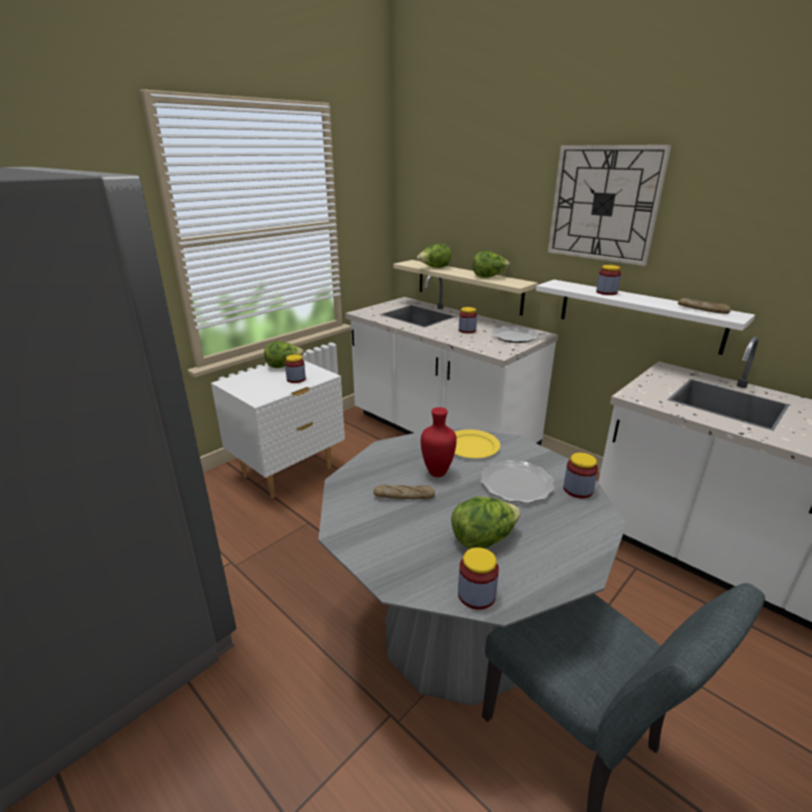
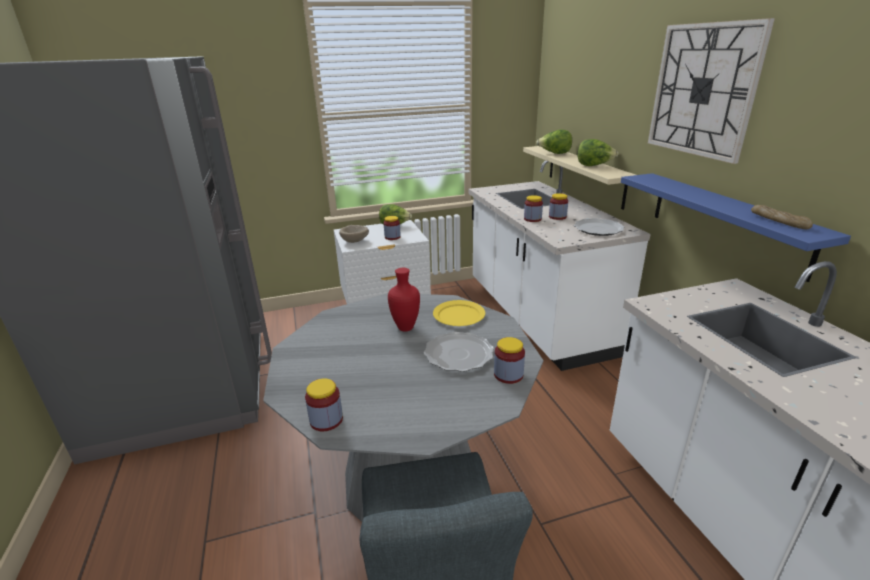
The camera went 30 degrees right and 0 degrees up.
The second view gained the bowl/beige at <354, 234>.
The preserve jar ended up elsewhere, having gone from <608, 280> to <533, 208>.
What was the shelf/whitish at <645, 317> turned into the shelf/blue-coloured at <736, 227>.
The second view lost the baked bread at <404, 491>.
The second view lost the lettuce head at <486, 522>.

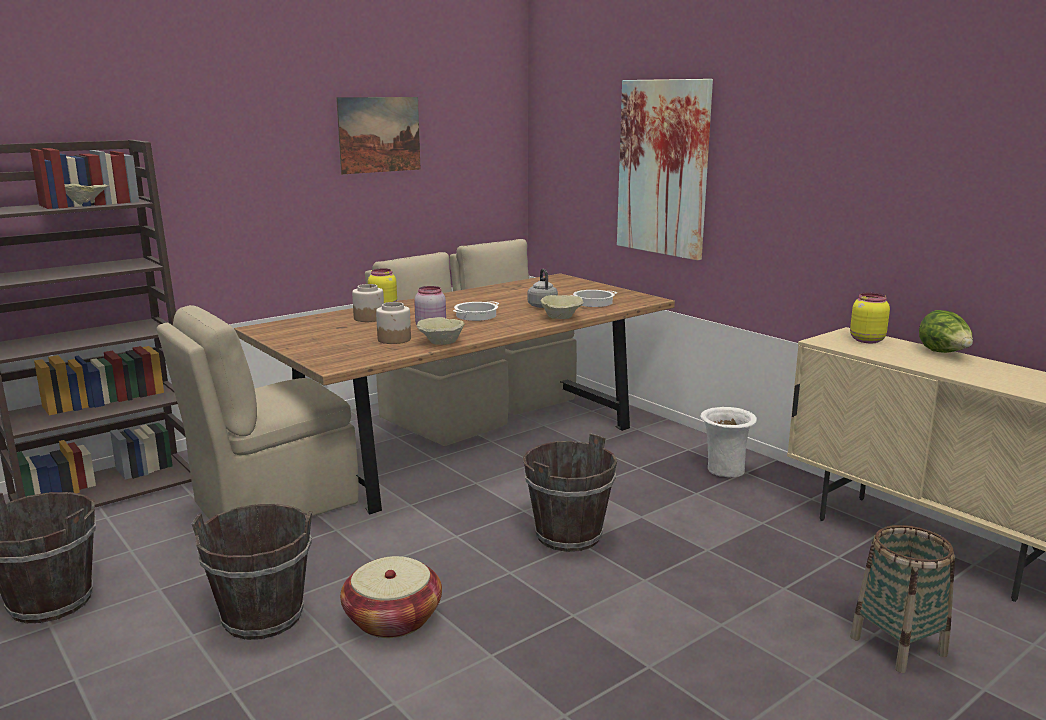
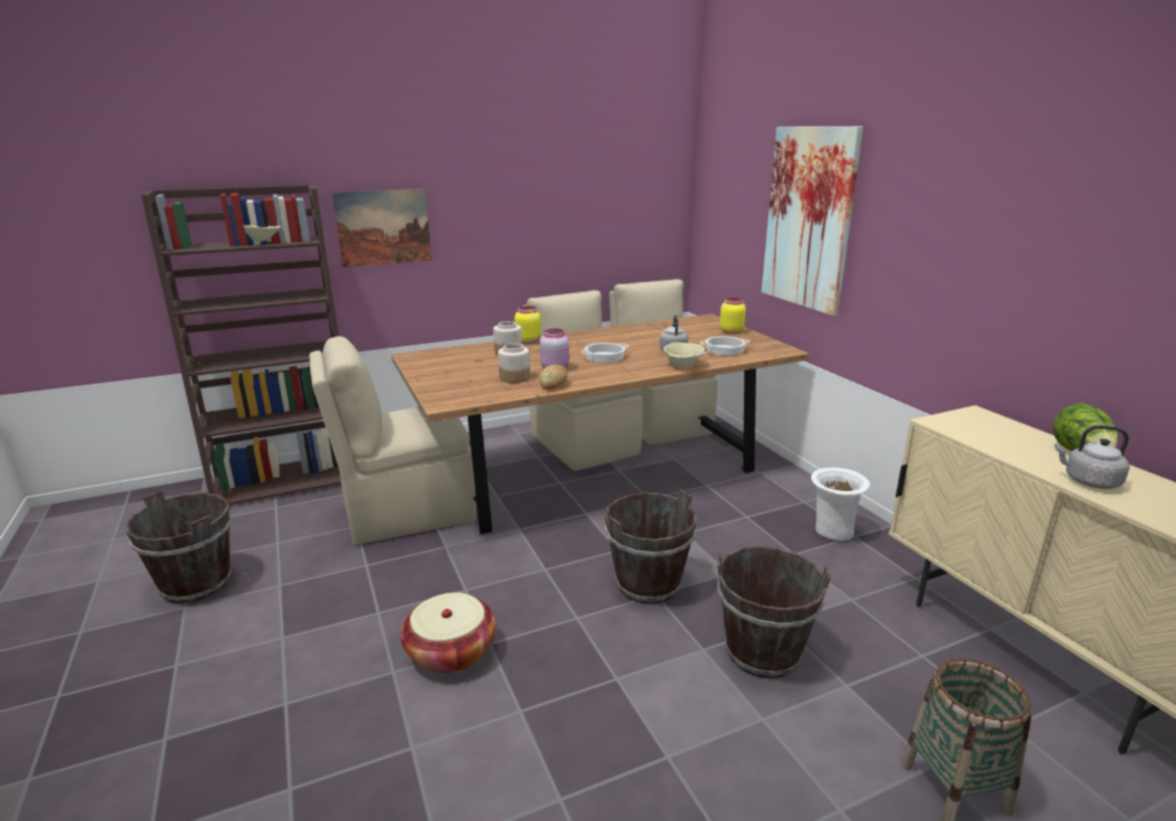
The camera went 15 degrees right and 5 degrees up.
The picture ended up elsewhere, having gone from <378, 135> to <382, 228>.
Where the bowl/beige stood at <441, 331>, the baked bread came to stand at <554, 377>.
The water bucket/brown-coloured ended up elsewhere, having gone from <252, 572> to <774, 612>.
The preserve jar/yellowish ended up elsewhere, having gone from <870, 318> to <733, 316>.
The second view gained the tea kettle/greyish at <1091, 457>.

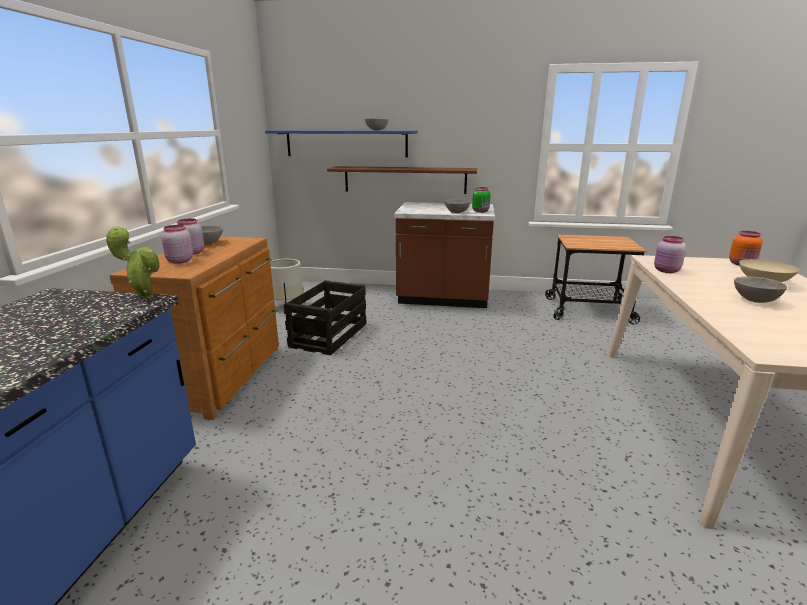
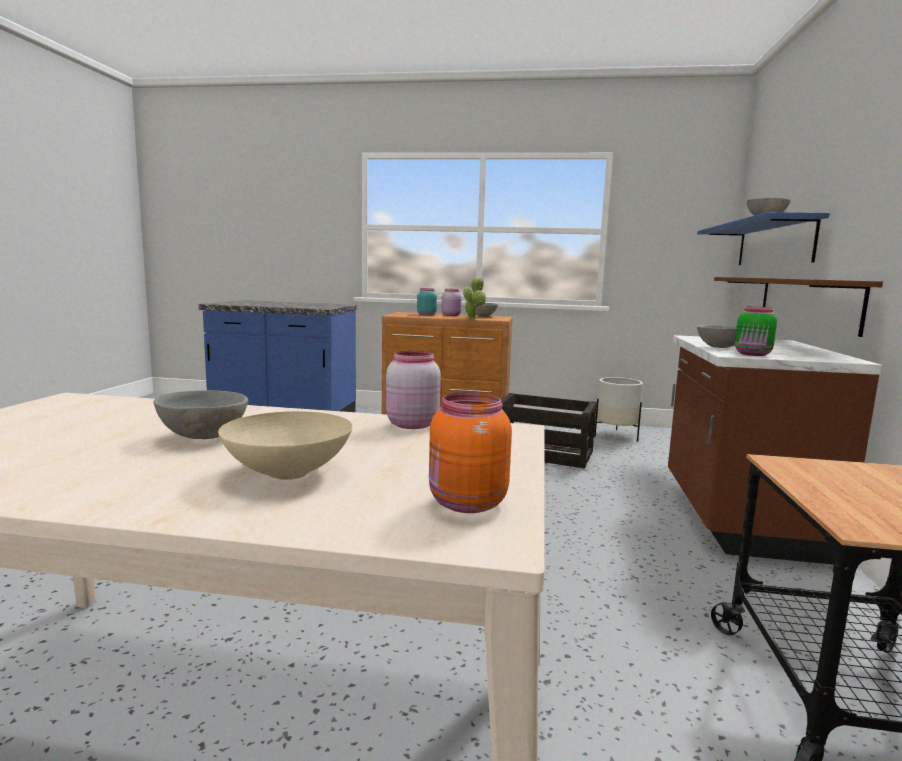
The camera went 90 degrees right and 10 degrees down.
What was the preserve jar/pinkish at <177, 244> turned into the preserve jar/turquoise-coloured at <427, 302>.
The potted plant ended up elsewhere, having gone from <133, 262> to <474, 298>.

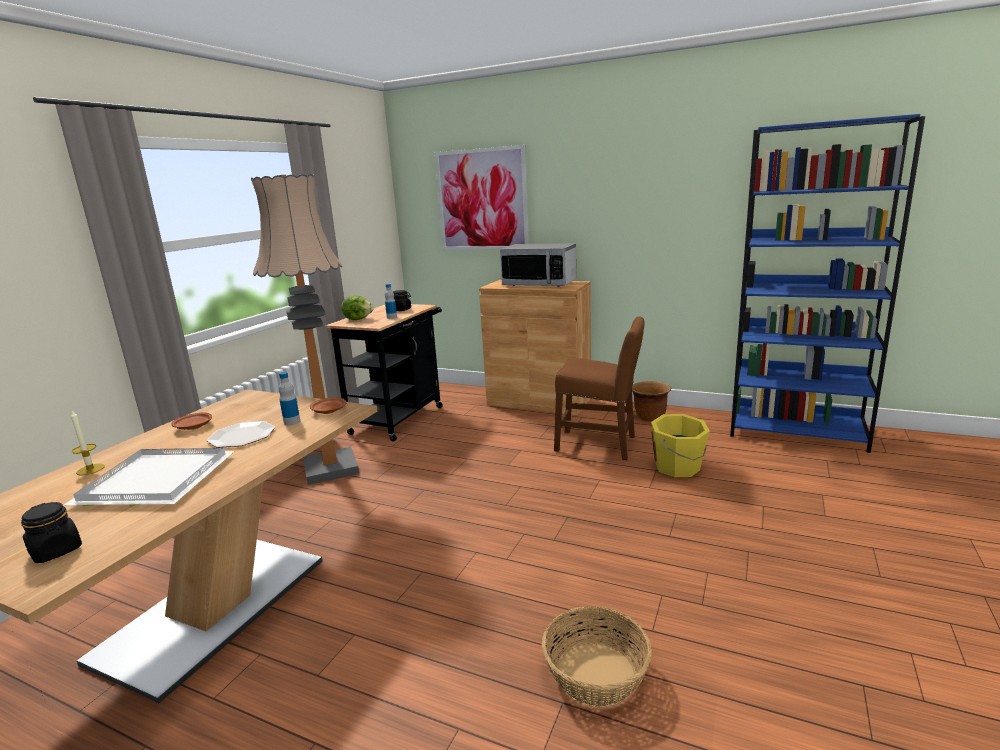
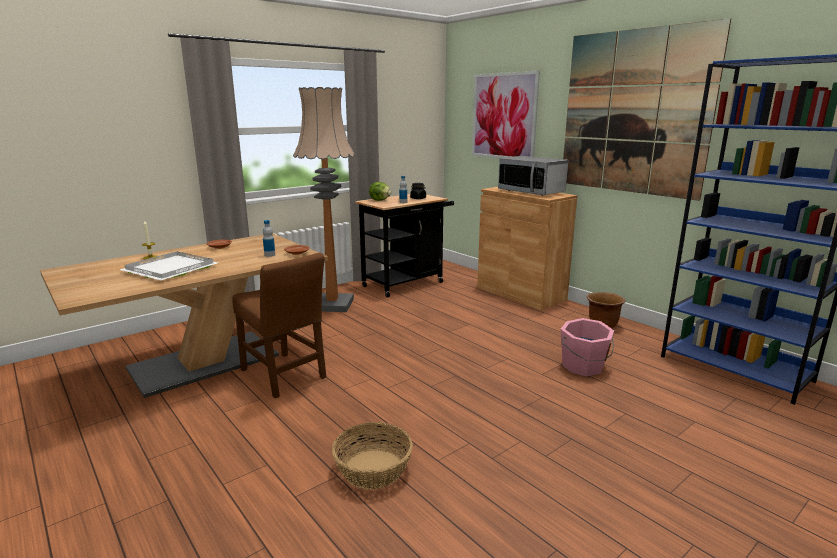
The camera went 25 degrees right and 0 degrees up.
The upright chair/brown-coloured ended up elsewhere, having gone from <599, 388> to <279, 325>.
What was the water bucket/yellowish at <680, 445> turned into the water bucket/pinkish at <587, 347>.
The second view gained the picture at <647, 109>.
The second view lost the preserve jar/black-coloured at <51, 532>.
The second view lost the flat dish at <241, 434>.

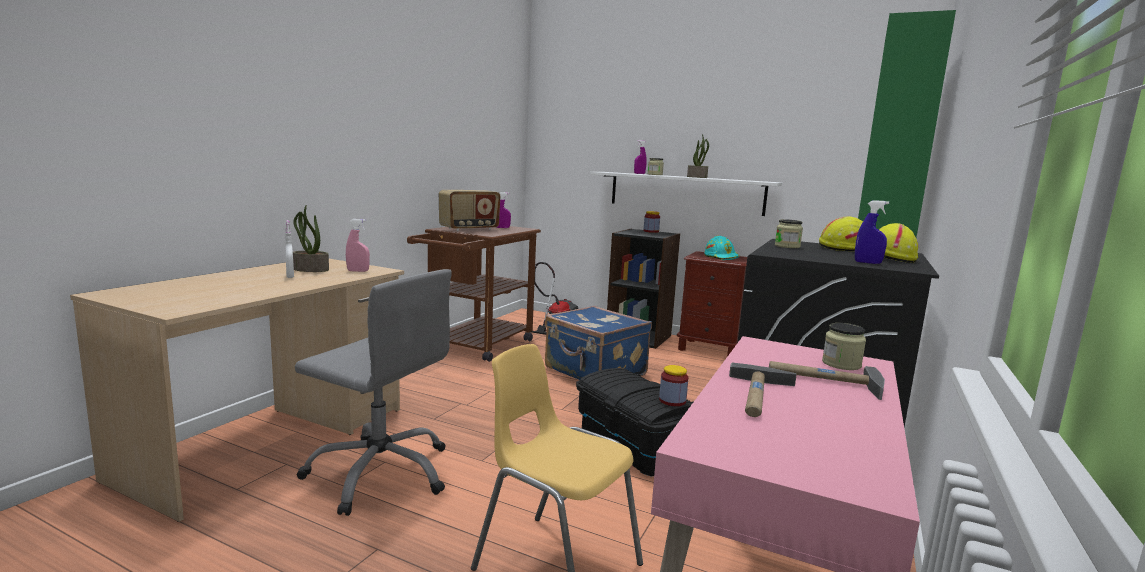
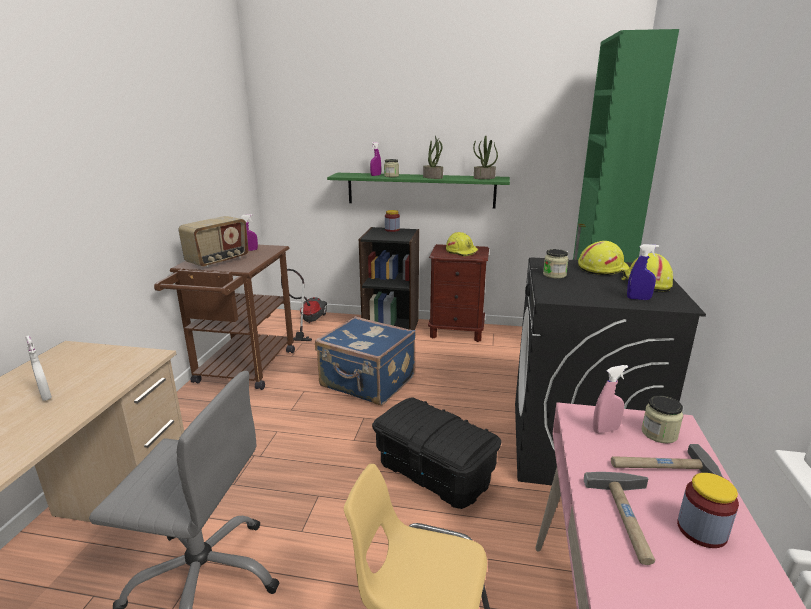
The camera went 15 degrees left and 10 degrees up.
What was the shelf/whitish at <686, 194> turned into the shelf/green at <418, 190>.
What was the work helmet/turquoise-coloured at <721, 248> turned into the work helmet/yellowish at <462, 244>.
The potted plant ended up elsewhere, having gone from <311, 238> to <485, 157>.
The hand sprayer/pinkish ended up elsewhere, having gone from <358, 245> to <610, 399>.
The preserve jar ended up elsewhere, having gone from <673, 385> to <708, 510>.

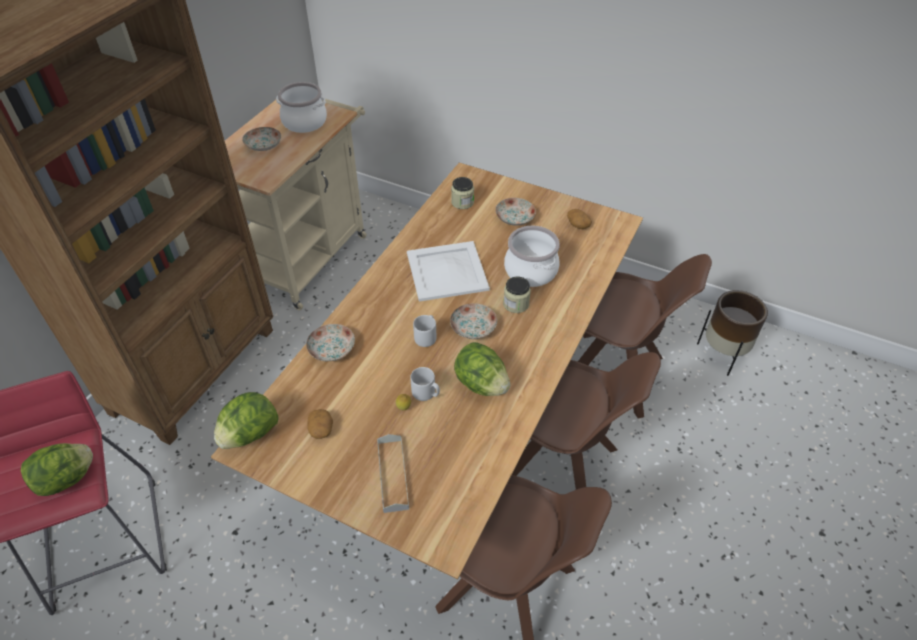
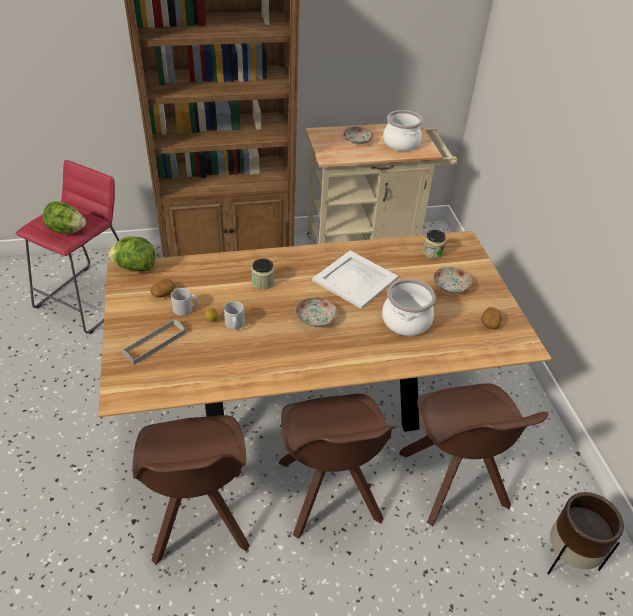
The camera went 50 degrees right and 5 degrees down.
The coffee mug/greyish ended up elsewhere, having gone from <425, 331> to <184, 302>.
The preserve jar ended up elsewhere, having gone from <517, 295> to <263, 274>.
The second view lost the flat dish at <330, 342>.
The second view lost the lettuce head at <482, 369>.

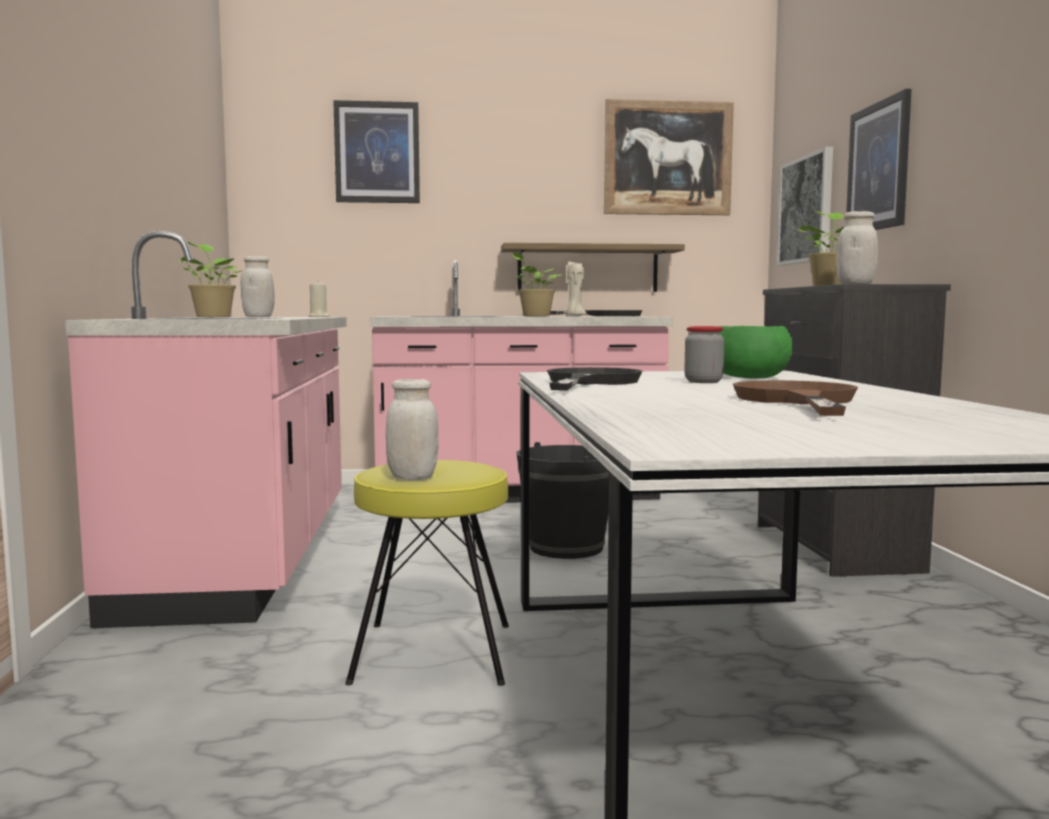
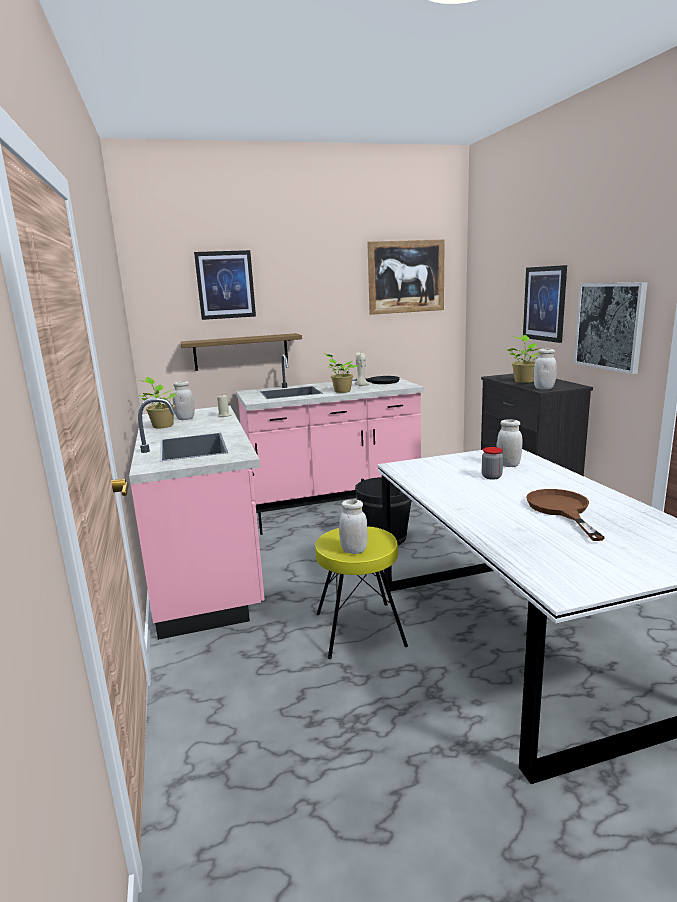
The camera went 10 degrees left and 10 degrees up.
The shelf ended up elsewhere, having gone from <593, 267> to <241, 352>.
Where the bowl/green stood at <756, 352>, the preserve jar/whitish came to stand at <509, 443>.
The picture ended up elsewhere, having gone from <805, 205> to <611, 328>.
The second view lost the skillet/black-coloured at <594, 378>.

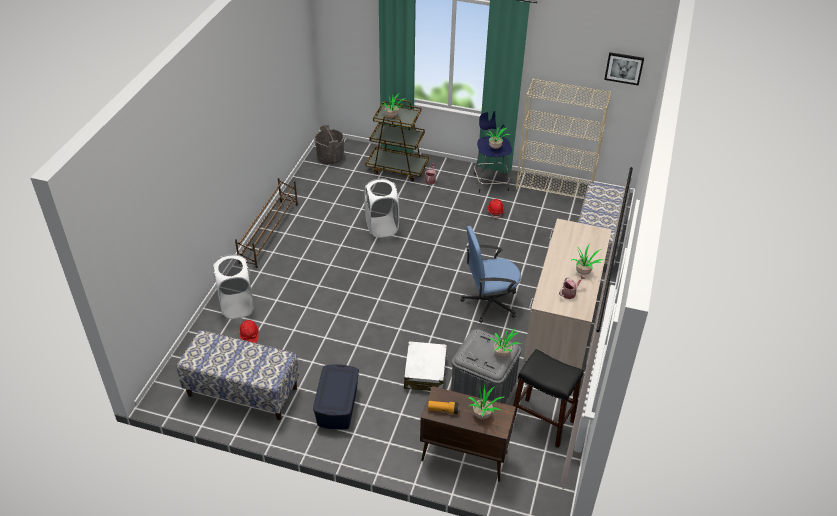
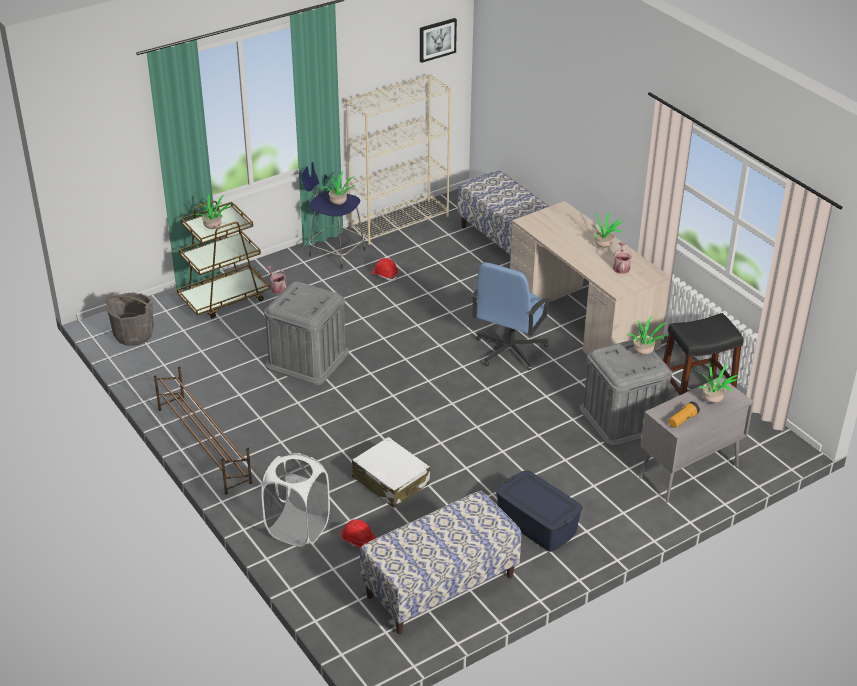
The camera went 50 degrees left and 5 degrees down.
Where the laundry basket/whitish stood at <381, 208>, the storage container/greyish came to stand at <306, 333>.
The suitcase/whitish ended up elsewhere, having gone from <425, 366> to <391, 472>.
What was the cabinet/brown-coloured at <468, 434> turned into the cabinet/greyish at <696, 440>.

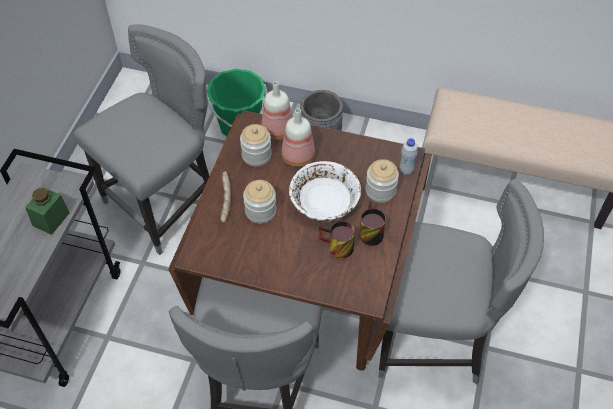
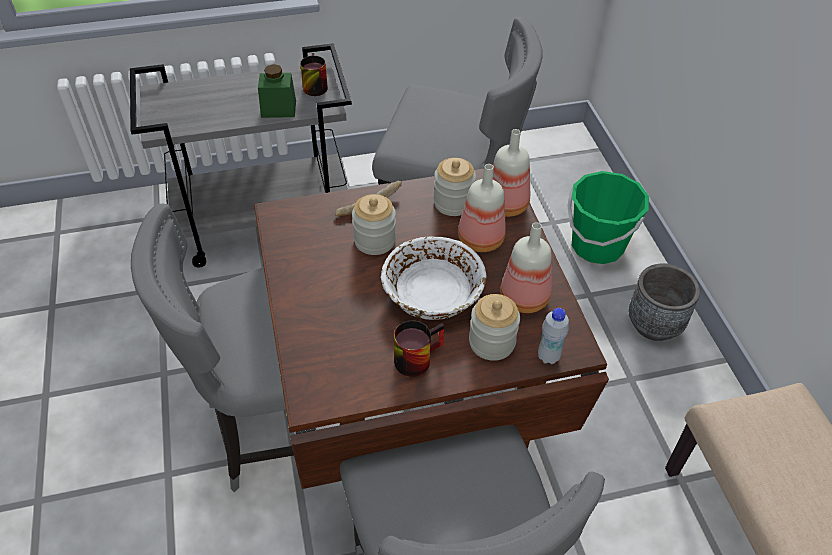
The camera went 60 degrees right and 5 degrees down.
The coffee mug ended up elsewhere, having gone from <336, 239> to <314, 74>.
The second view gained the beverage bottle at <526, 267>.

